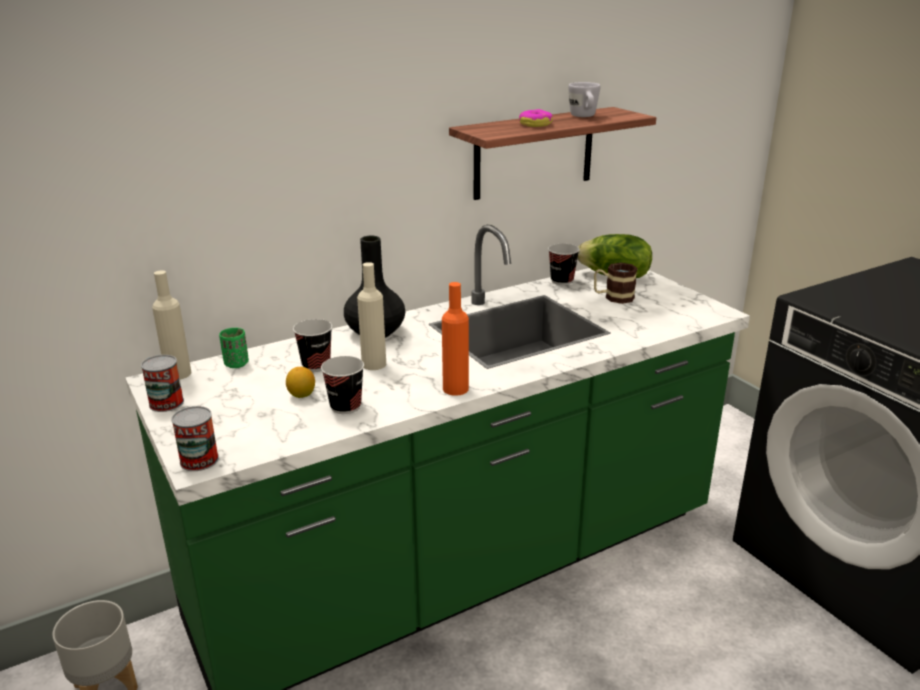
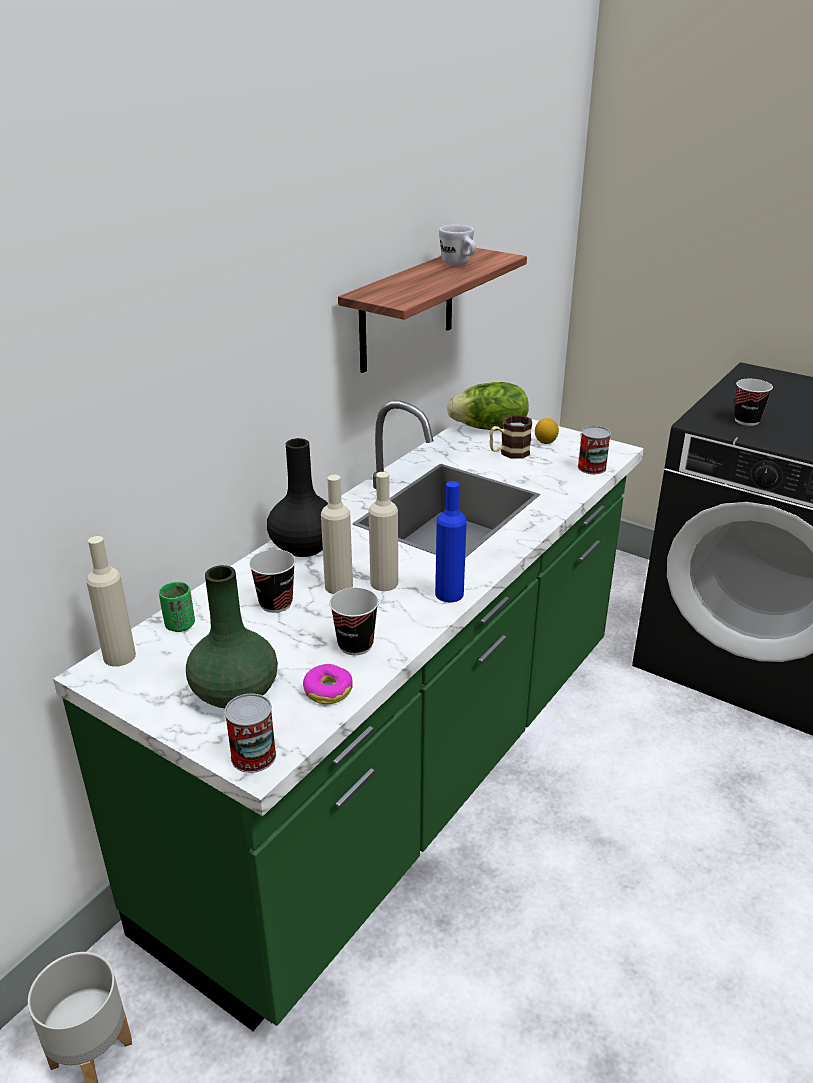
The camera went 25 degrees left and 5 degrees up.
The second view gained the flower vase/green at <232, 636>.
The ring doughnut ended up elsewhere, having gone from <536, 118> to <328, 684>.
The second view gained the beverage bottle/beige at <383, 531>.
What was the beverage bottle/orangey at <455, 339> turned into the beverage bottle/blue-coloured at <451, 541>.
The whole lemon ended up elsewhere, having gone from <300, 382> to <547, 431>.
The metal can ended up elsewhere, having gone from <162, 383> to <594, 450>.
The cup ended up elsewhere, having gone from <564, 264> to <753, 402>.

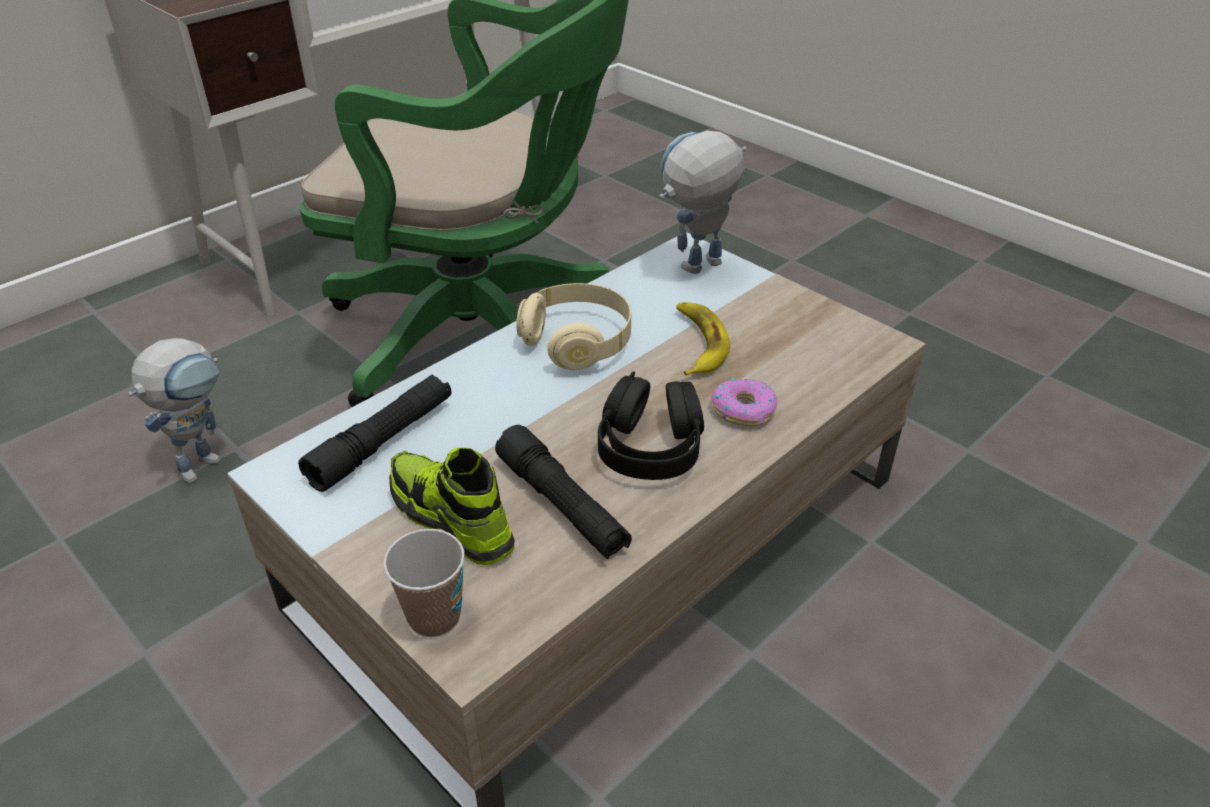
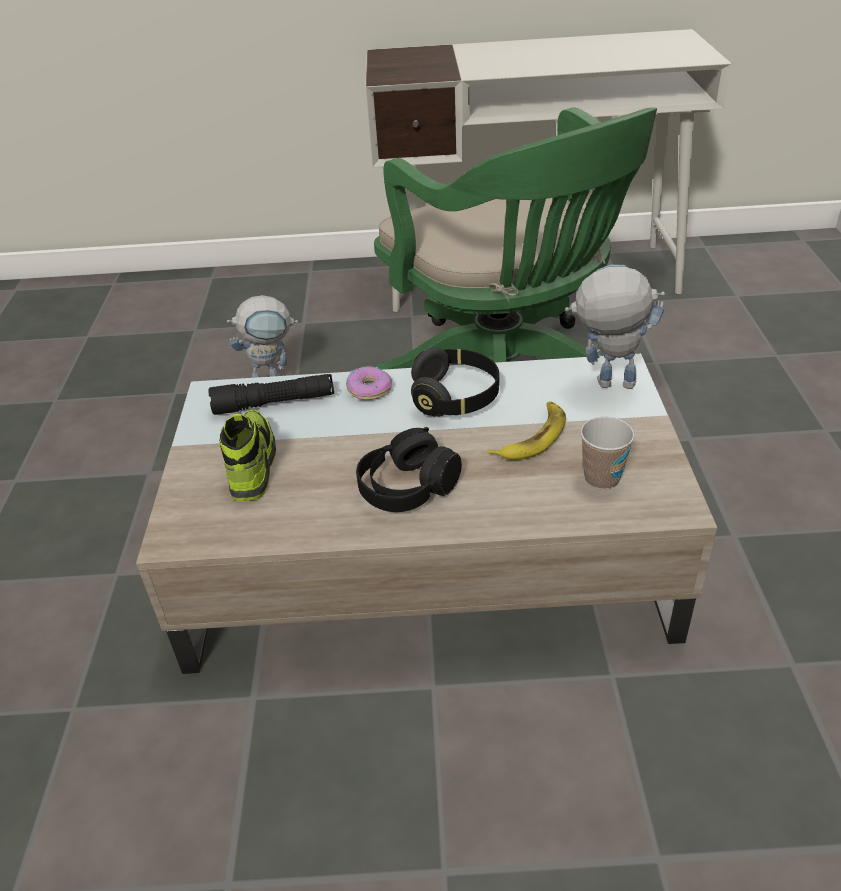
The camera went 45 degrees right and 0 degrees up.
The ring doughnut ended up elsewhere, having gone from <744, 402> to <369, 383>.
What was the headphones/beige at <573, 326> turned into the headphones/black-coloured at <455, 382>.
The cup ended up elsewhere, having gone from <424, 583> to <607, 453>.
The second view lost the torch/black-coloured at <563, 492>.

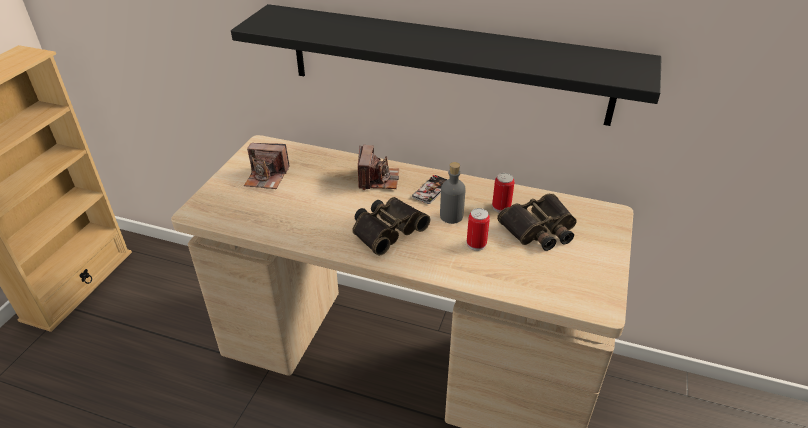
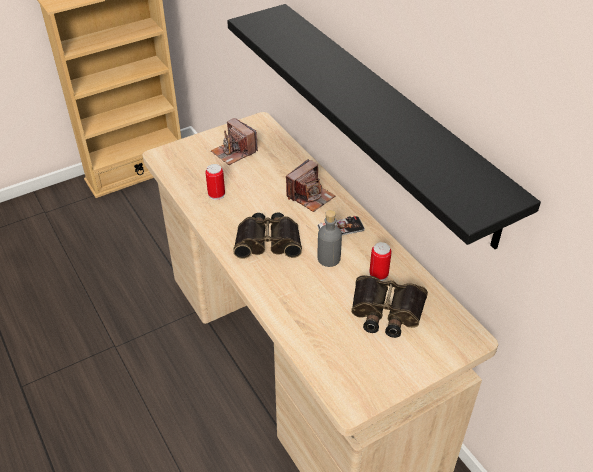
The camera went 40 degrees right and 5 degrees up.
The metal can ended up elsewhere, having gone from <478, 229> to <215, 182>.

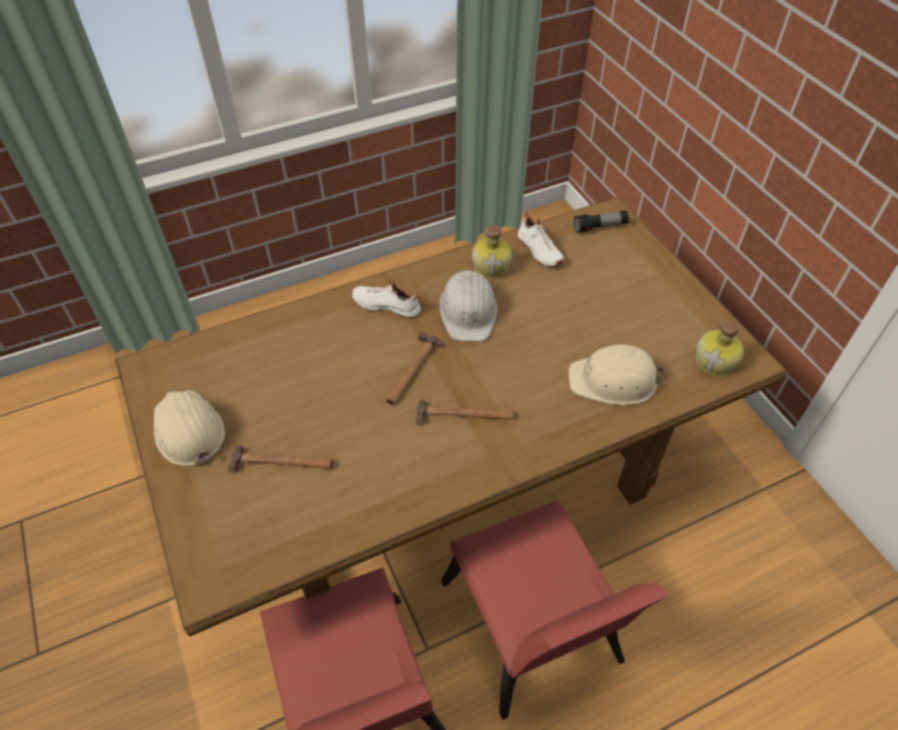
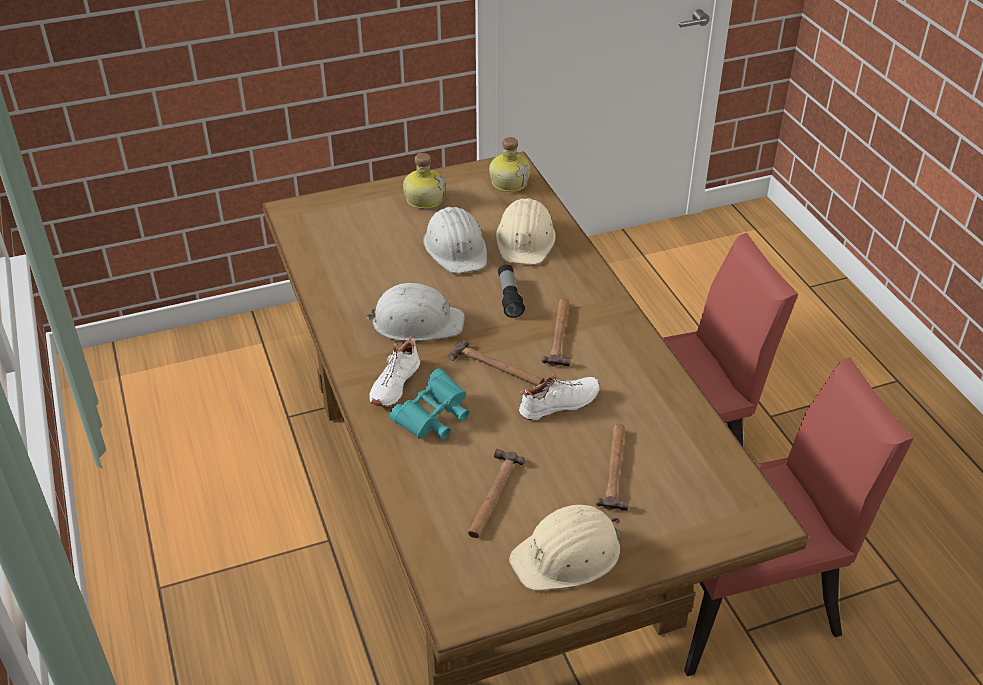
The camera went 85 degrees left and 10 degrees down.
The second view gained the pair of binoculars/turquoise-coloured at <429, 404>.
The beverage bottle ended up elsewhere, having gone from <492, 251> to <424, 181>.
The second view gained the work helmet/whitish at <455, 240>.
The second view gained the hand hammer at <496, 493>.
The torch ended up elsewhere, having gone from <601, 222> to <511, 291>.
The shoe/whitish ended up elsewhere, having gone from <541, 239> to <559, 396>.

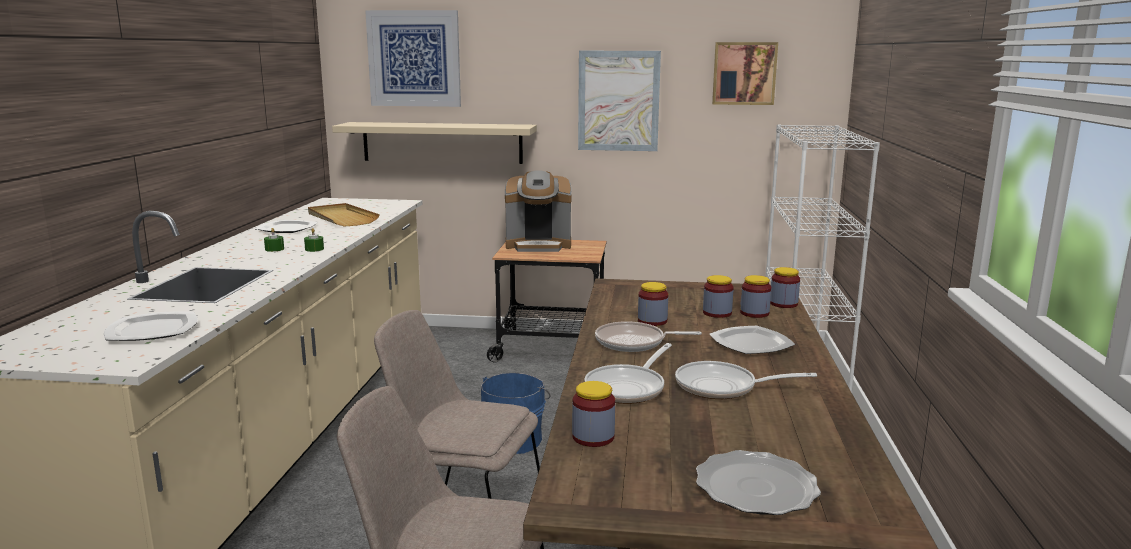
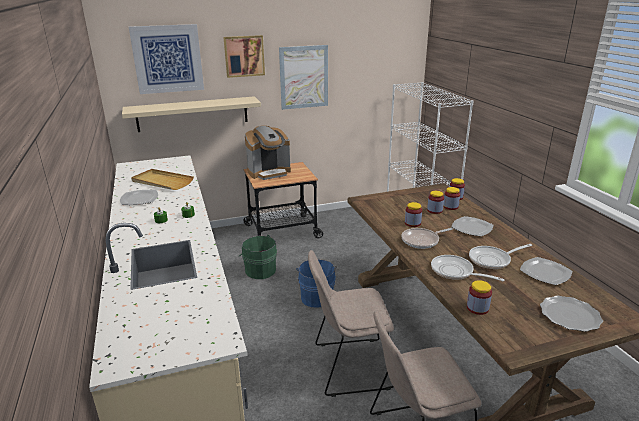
The camera went 25 degrees left and 10 degrees up.
The picture ended up elsewhere, having gone from <745, 73> to <244, 56>.
The second view gained the water bucket/green at <258, 257>.
The skillet at <628, 373> ended up facing another way, 120 degrees clockwise from before.
The flat dish ended up elsewhere, having gone from <151, 326> to <546, 271>.

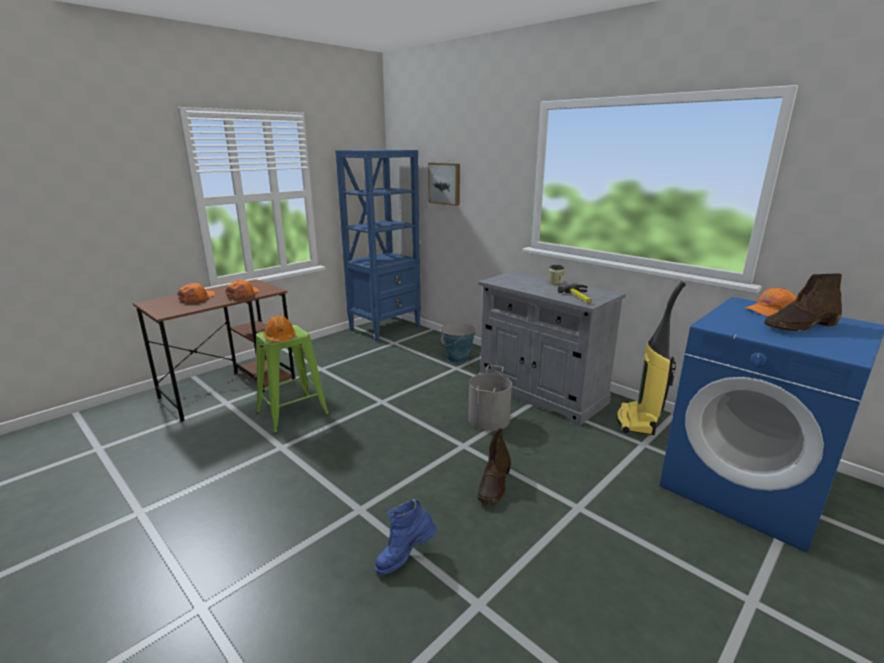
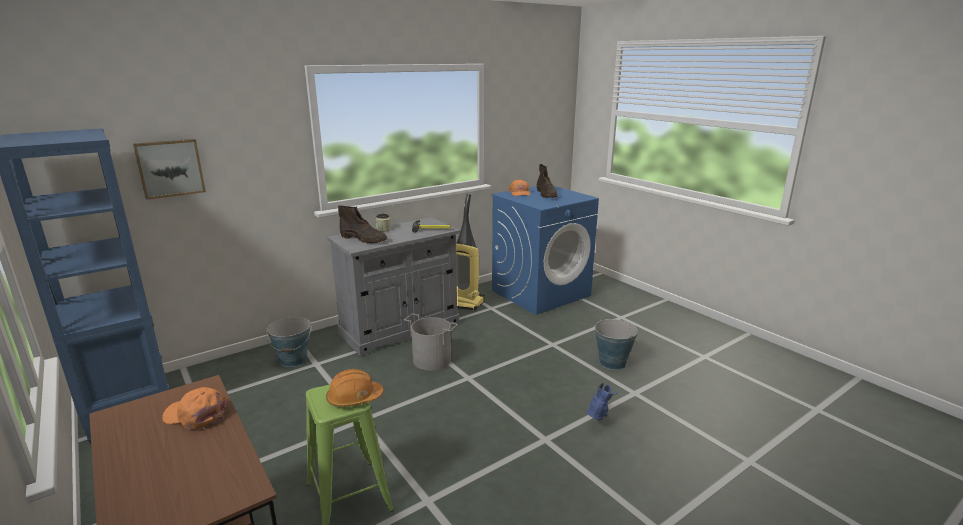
The camera went 80 degrees left and 0 degrees up.
The tall boot/brown-coloured ended up elsewhere, having gone from <494, 466> to <362, 224>.
The tall boot/blue-coloured at <406, 537> ended up facing another way, 135 degrees counterclockwise from before.
The second view gained the water bucket at <616, 344>.
The second view lost the peaked cap/orangey at <196, 292>.

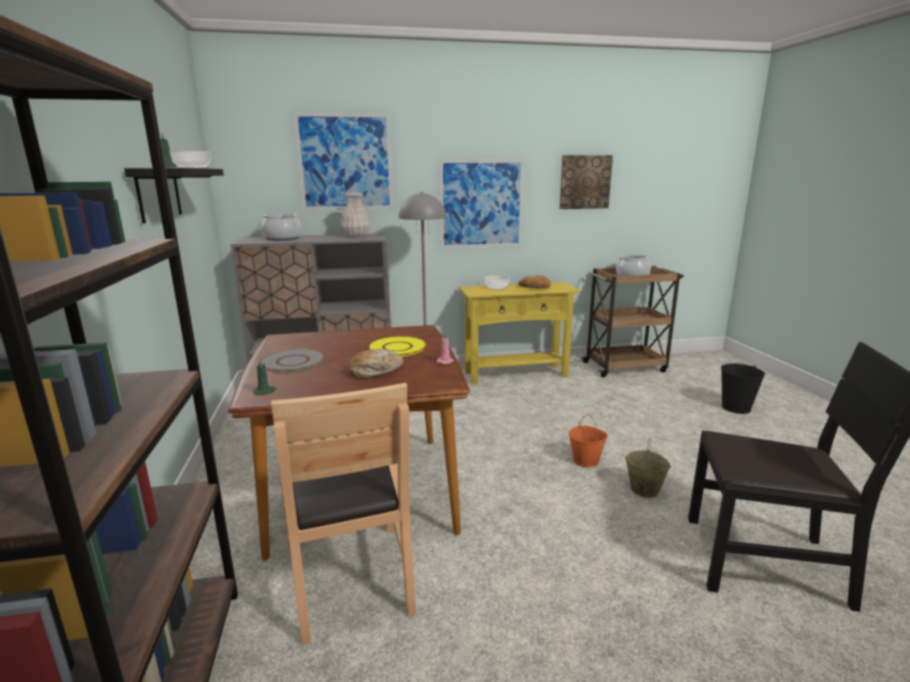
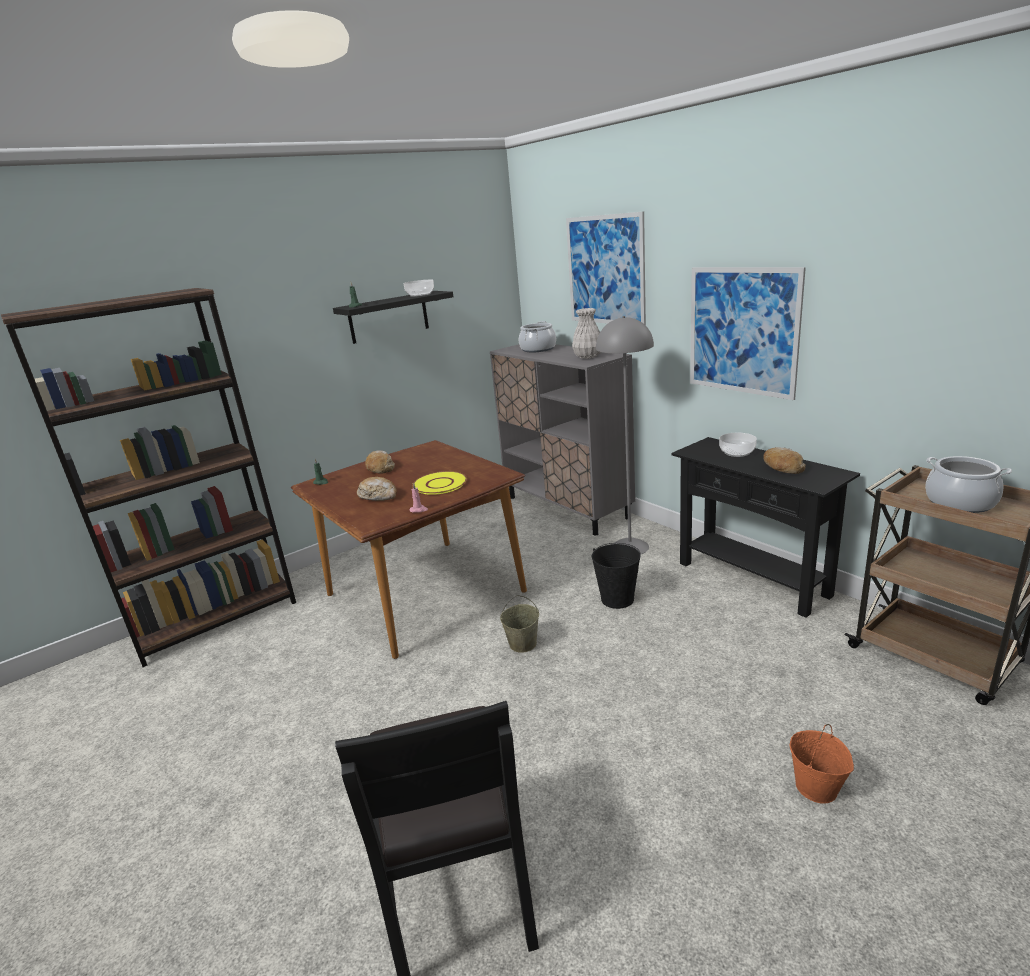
The camera went 65 degrees right and 5 degrees up.
Where the flat dish/greyish stood at <293, 361>, the baked bread came to stand at <380, 462>.
The water bucket/beige ended up elsewhere, having gone from <648, 468> to <519, 624>.
The water bucket/black-coloured ended up elsewhere, having gone from <743, 388> to <616, 576>.
What was the hall table/yellowish at <520, 333> turned into the hall table/black-coloured at <766, 527>.
The water bucket/orangey ended up elsewhere, having gone from <588, 440> to <821, 764>.
The second view lost the upright chair/brown-coloured at <343, 514>.
The second view lost the picture at <586, 182>.

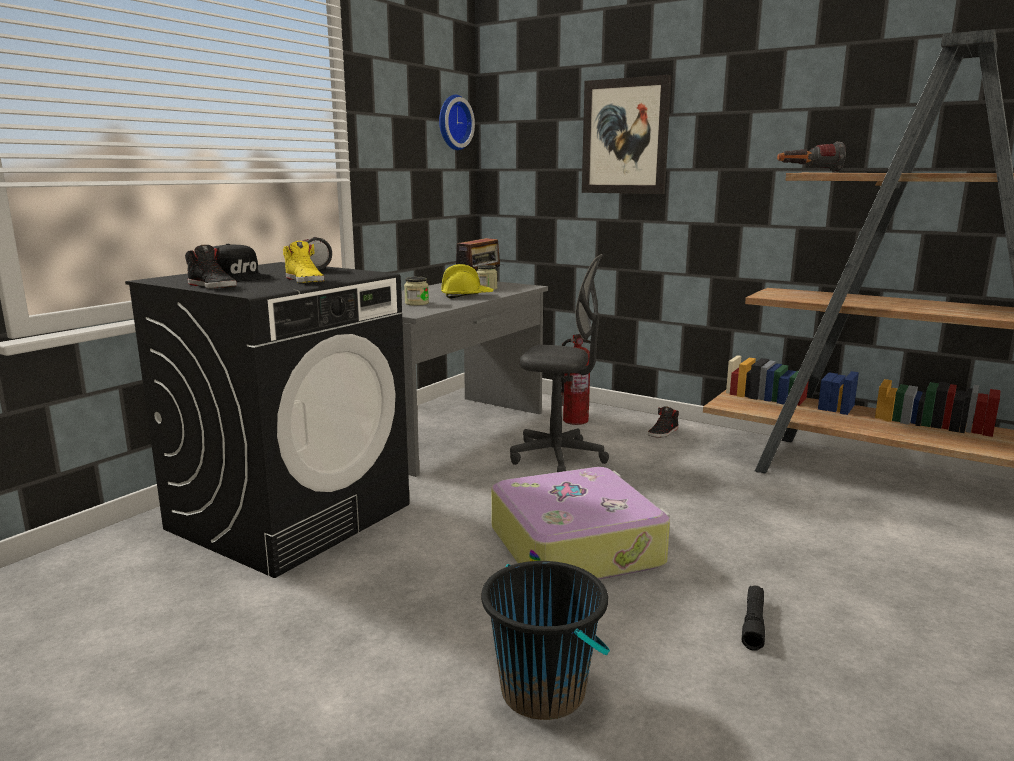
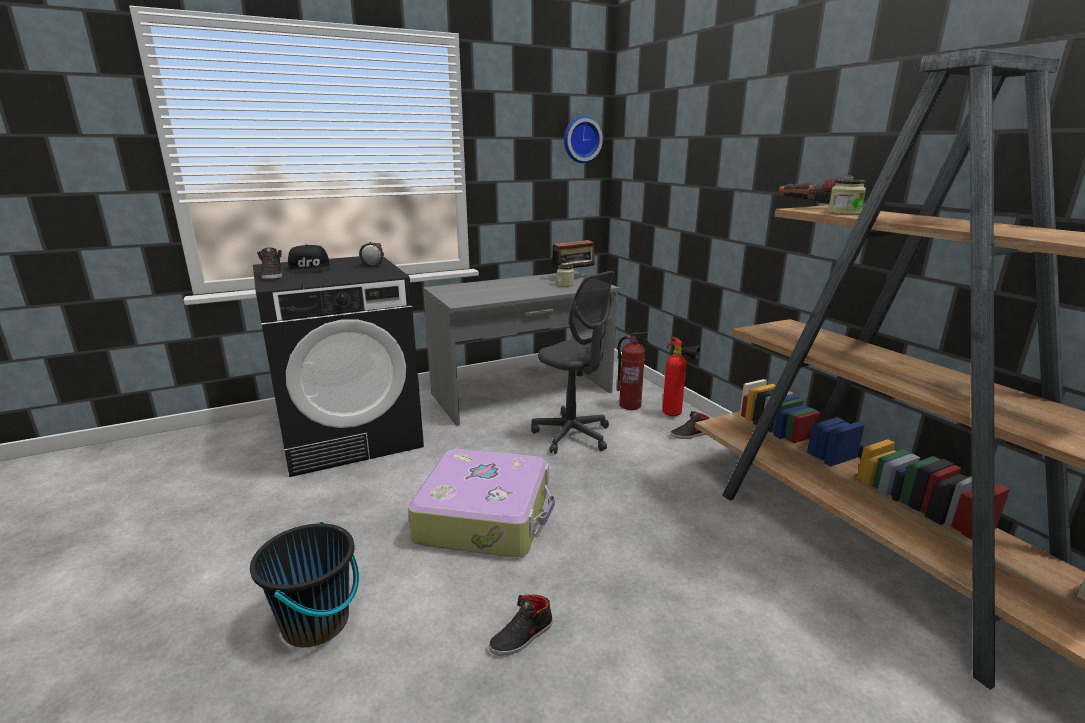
The camera went 30 degrees right and 5 degrees up.
Where the torch/black-coloured stood at <753, 618>, the shoe/black-coloured came to stand at <520, 625>.
The second view gained the fire extinguisher at <681, 376>.
The preserve jar ended up elsewhere, having gone from <416, 291> to <847, 197>.
The second view lost the shoe/yellowish at <303, 262>.
The second view lost the work helmet/yellowish at <467, 281>.
The second view lost the picture at <627, 134>.

